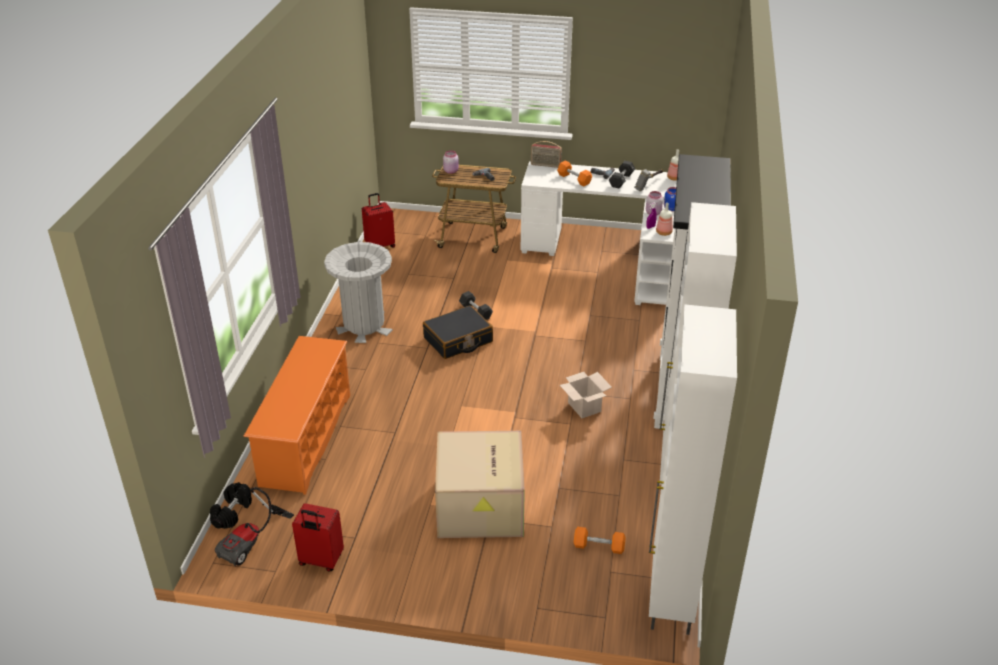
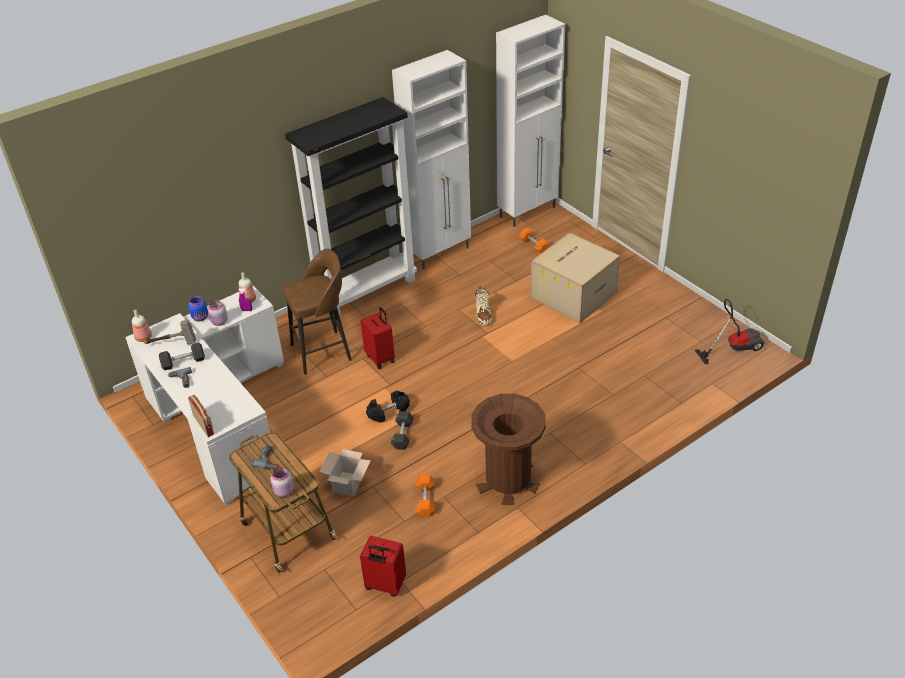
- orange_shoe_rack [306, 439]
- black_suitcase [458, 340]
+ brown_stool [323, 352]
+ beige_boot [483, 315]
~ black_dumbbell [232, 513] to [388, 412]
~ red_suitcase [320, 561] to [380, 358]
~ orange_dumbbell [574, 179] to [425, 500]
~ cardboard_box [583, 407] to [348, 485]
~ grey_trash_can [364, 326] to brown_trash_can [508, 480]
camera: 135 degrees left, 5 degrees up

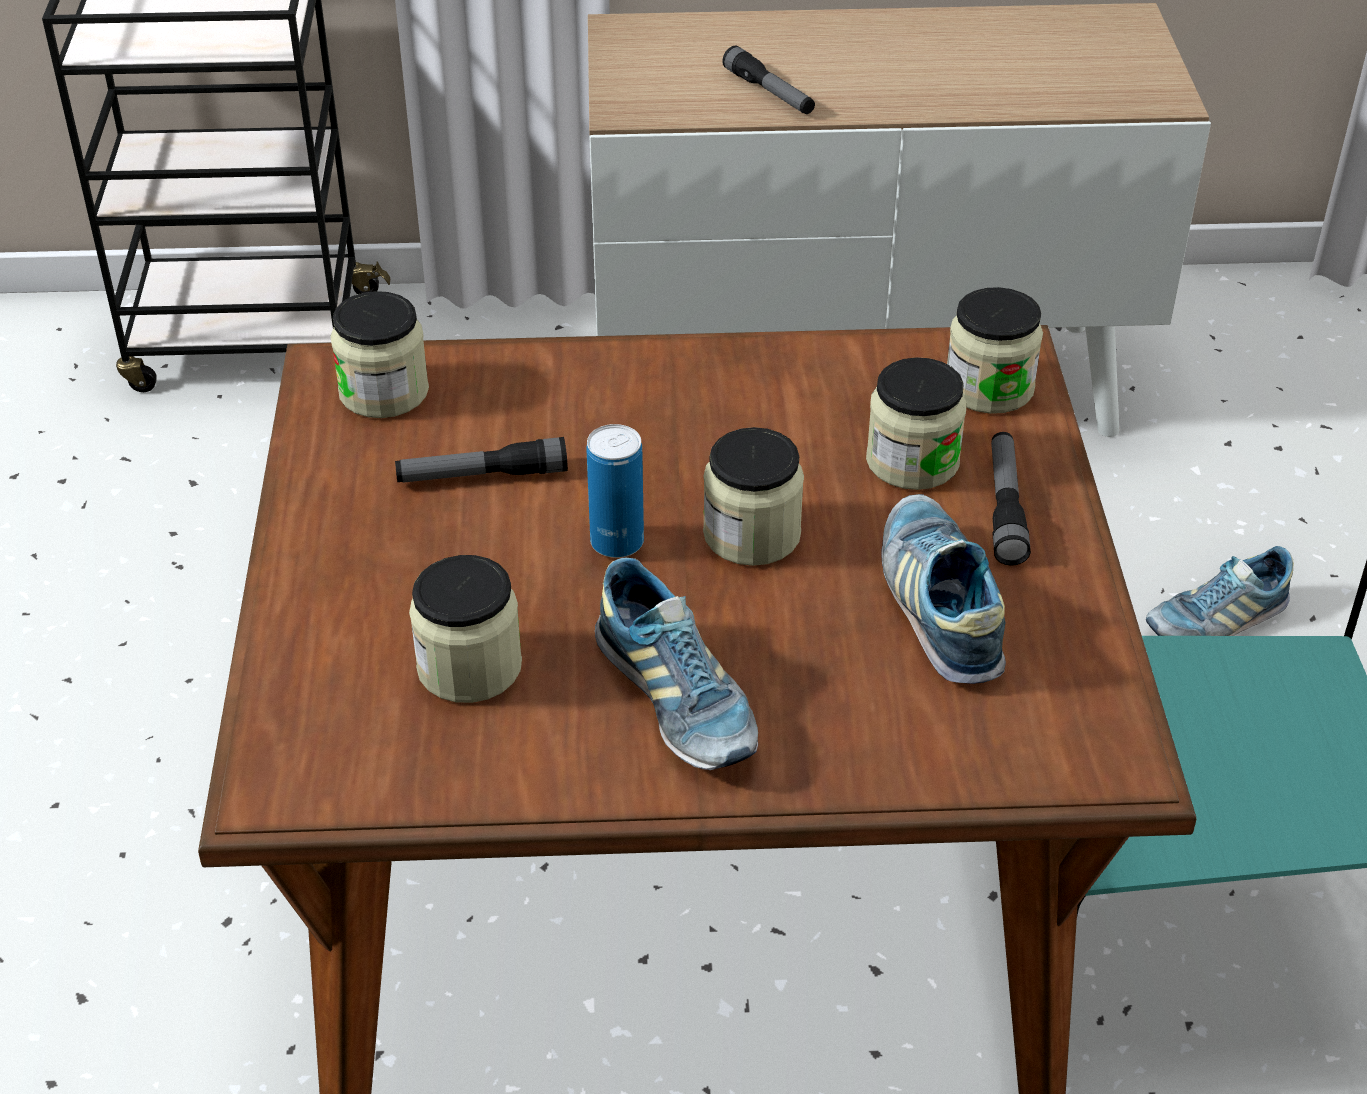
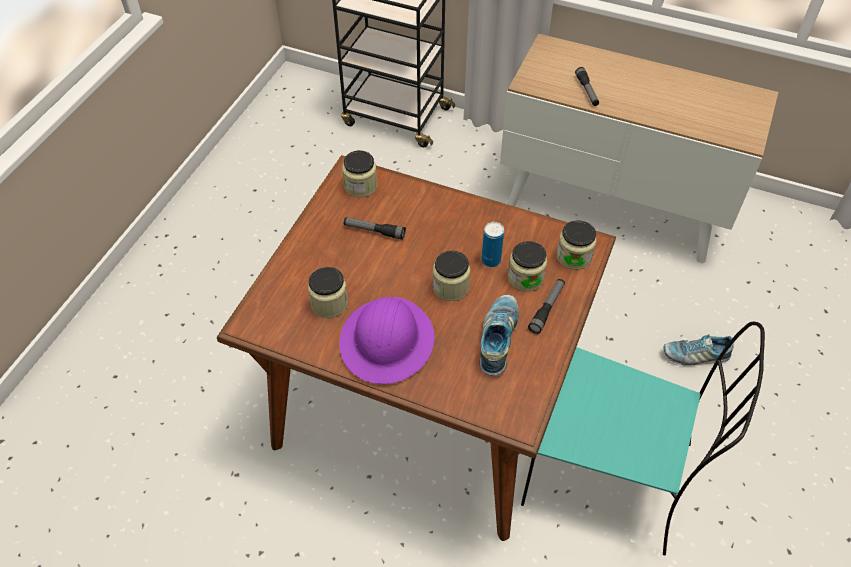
~ can [617, 542] to [491, 260]
~ shoe [676, 700] to purple_hard_hat [387, 341]
camera: 25 degrees right, 10 degrees up

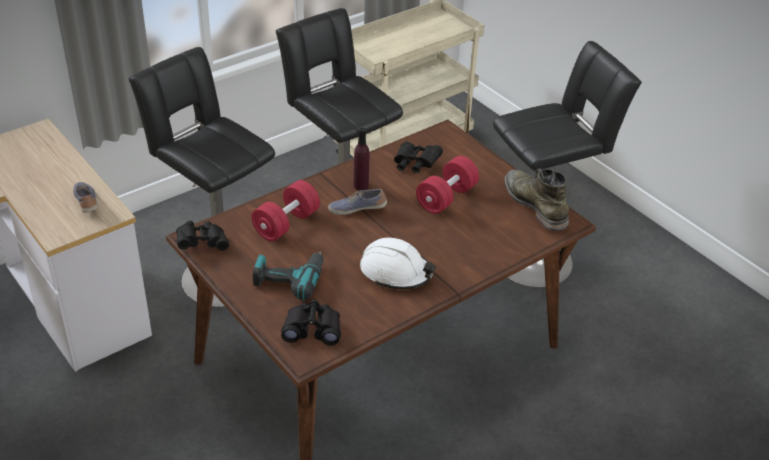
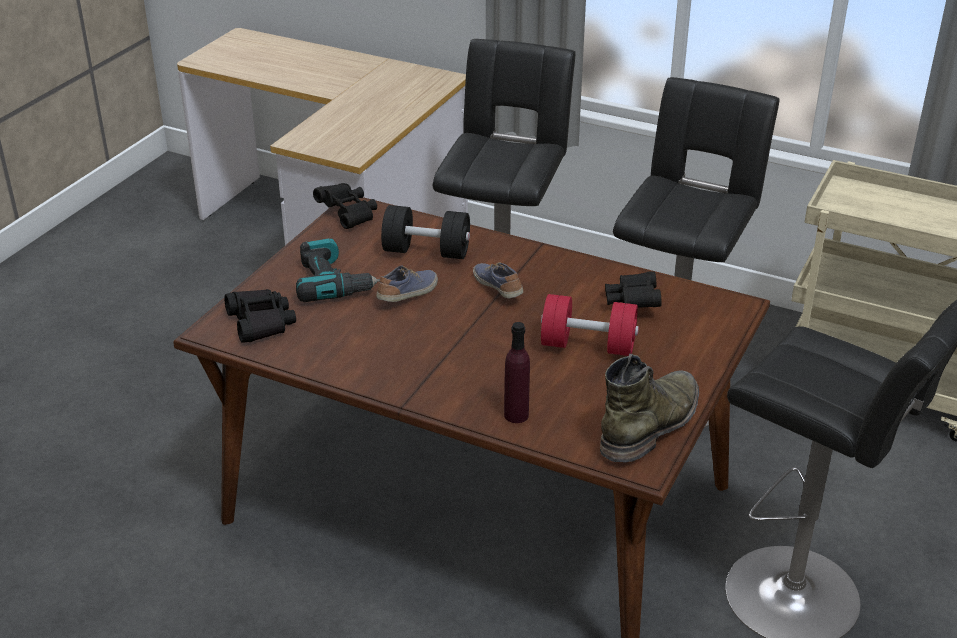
- white_hard_hat [396, 272]
~ shoe [87, 202] to [409, 294]
~ purple_bottle [361, 185] to [516, 415]
~ red_dumbbell [286, 224] to black_dumbbell [426, 251]
camera: 65 degrees right, 5 degrees down

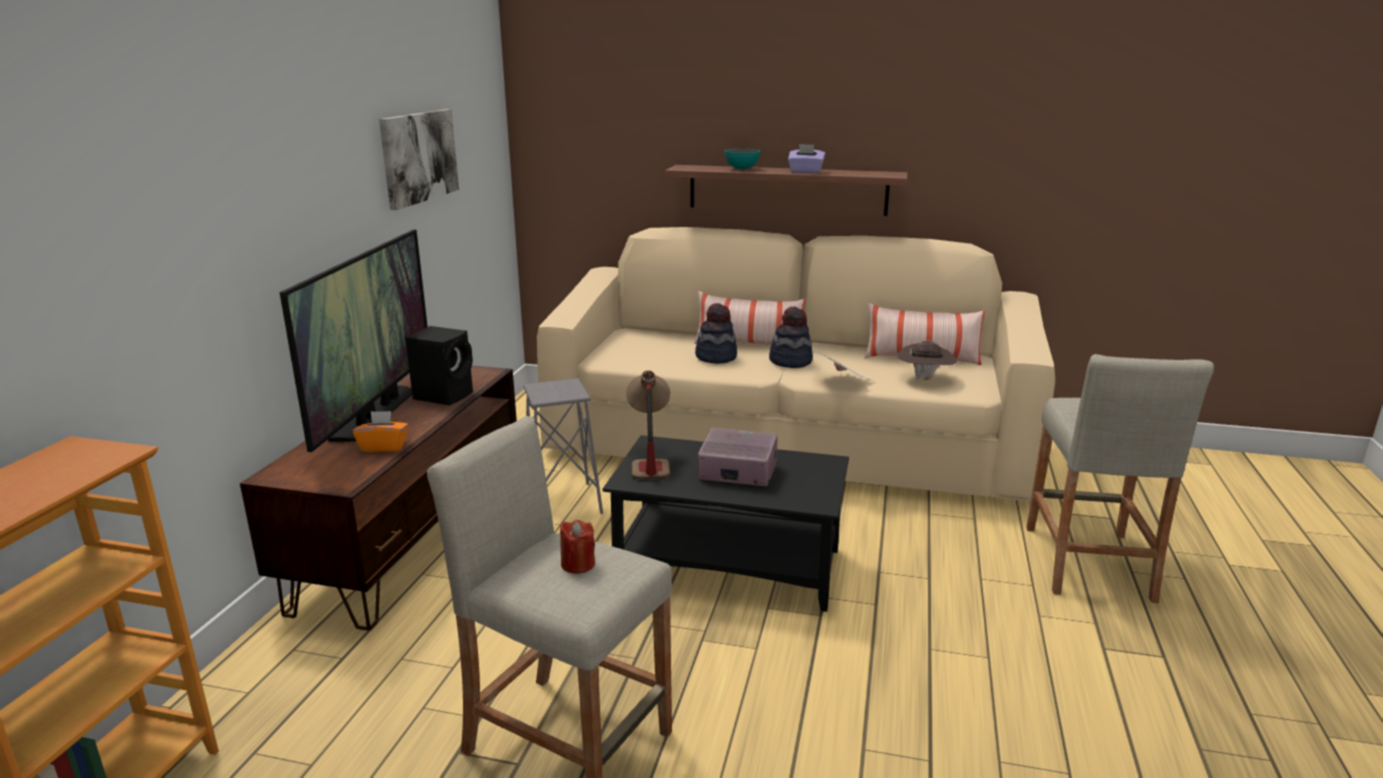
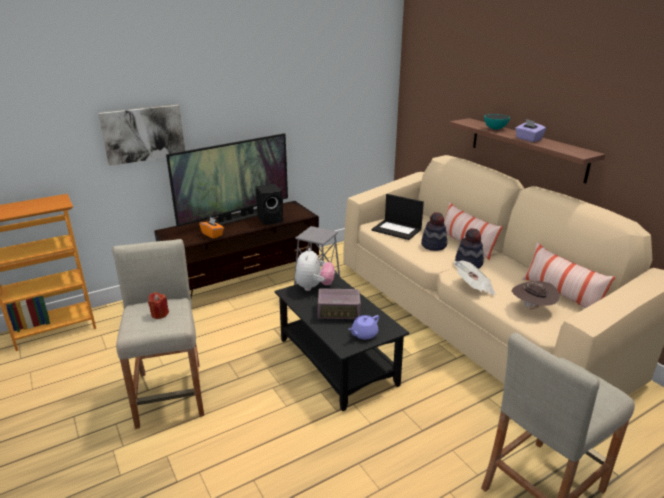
+ purple_teapot [364, 334]
+ laptop [397, 230]
~ picture [419, 157] to [143, 134]
~ table_lamp [649, 461] to plush_toy [314, 287]
~ radio [737, 472] = [339, 312] 120 degrees clockwise
camera: 45 degrees right, 5 degrees up

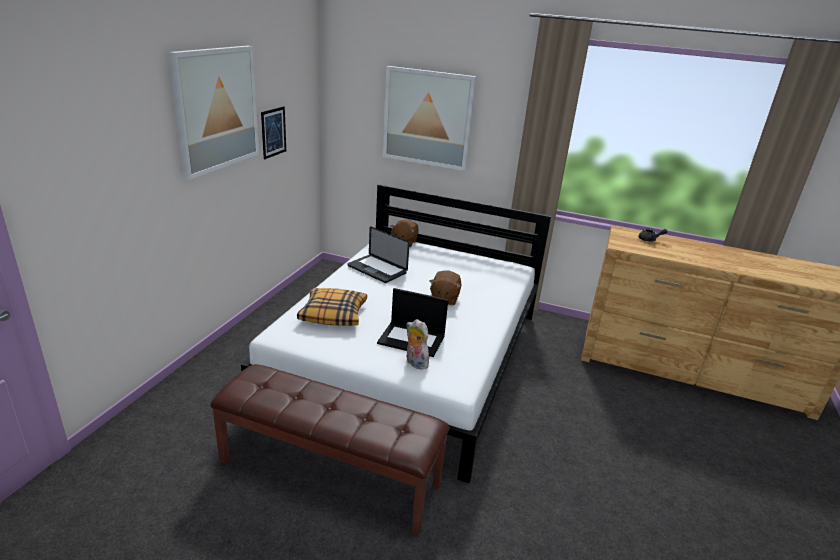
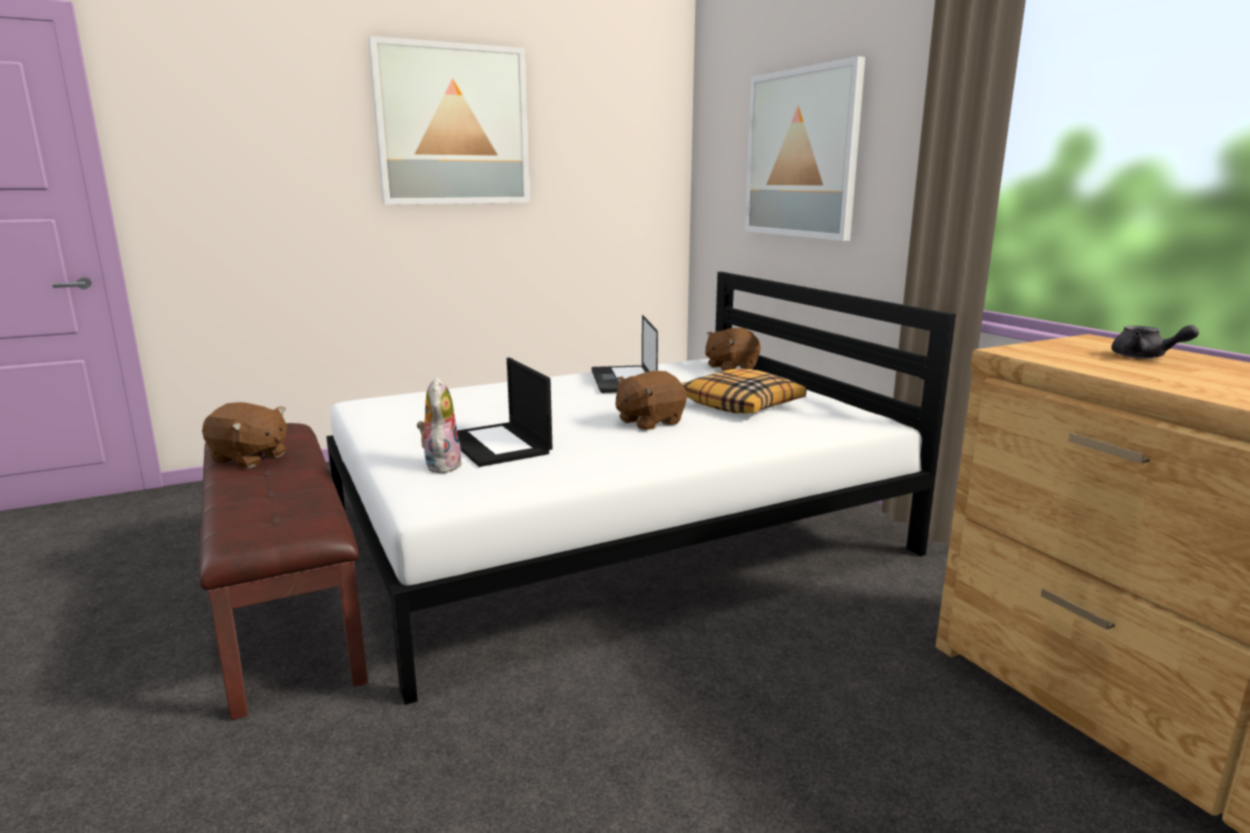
- picture [273, 132]
+ brown_plush_toy [249, 458]
~ pillow [333, 314] to [741, 405]
camera: 45 degrees right, 10 degrees down

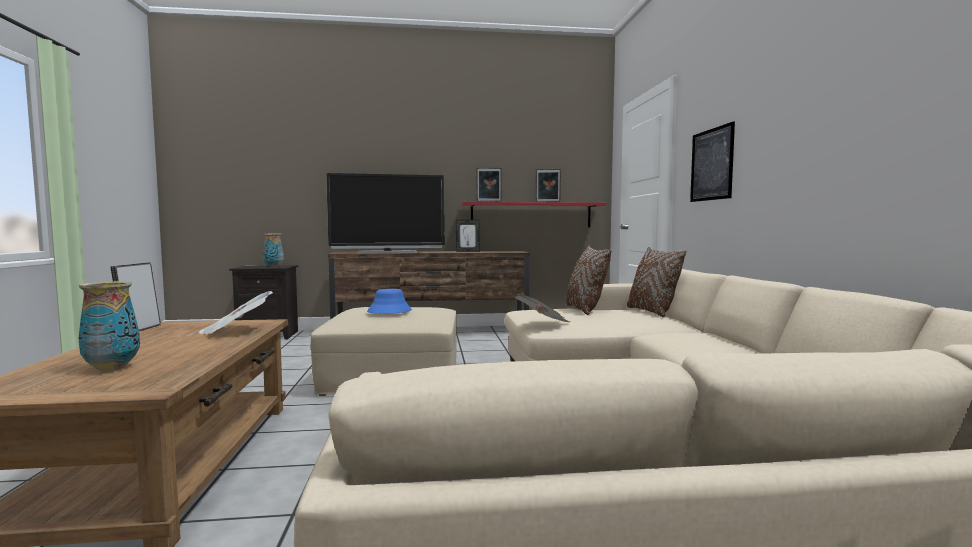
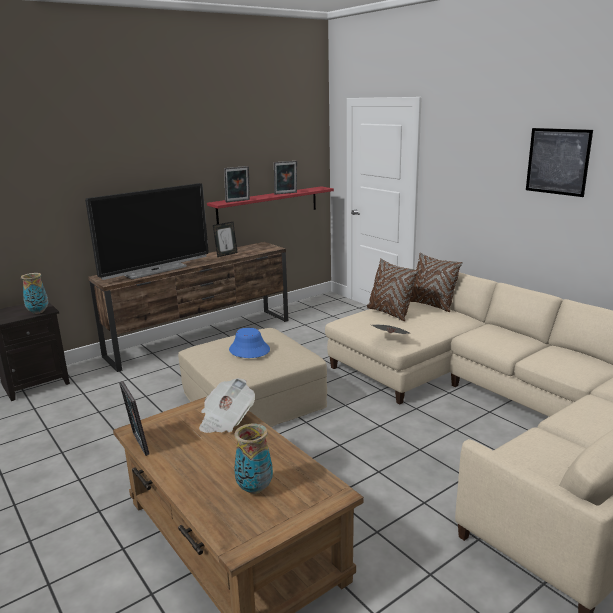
~ picture [711, 164] to [557, 161]
camera: 30 degrees left, 15 degrees up

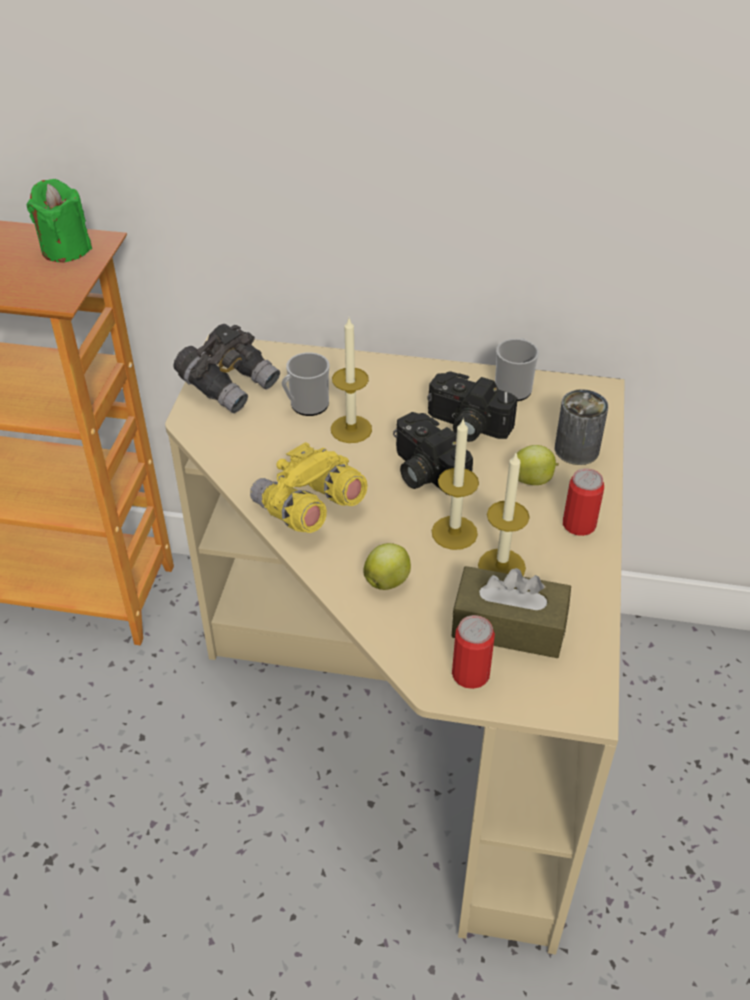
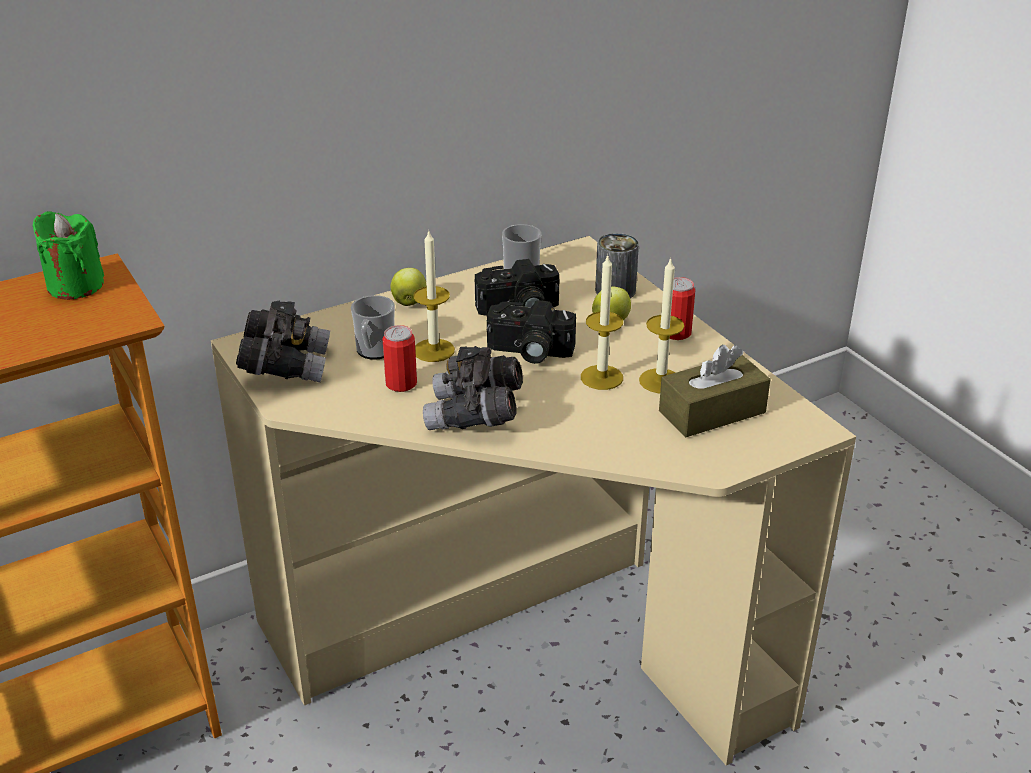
~ apple [387, 581] to [409, 302]
~ can [470, 674] to [401, 383]
~ yellow_binoculars [308, 509] to grey_binoculars [474, 415]
camera: 40 degrees left, 10 degrees down

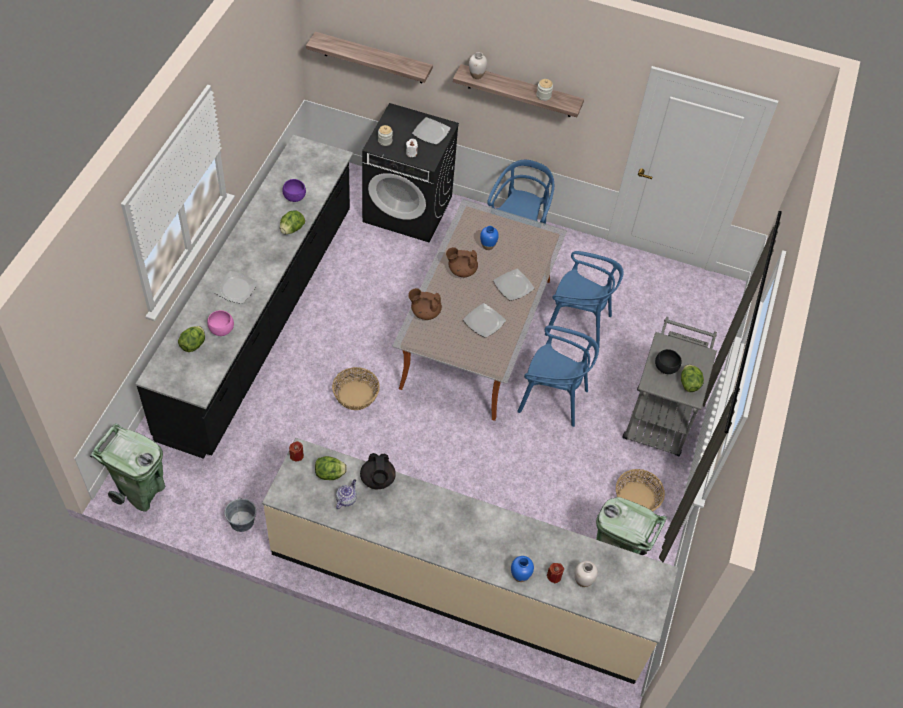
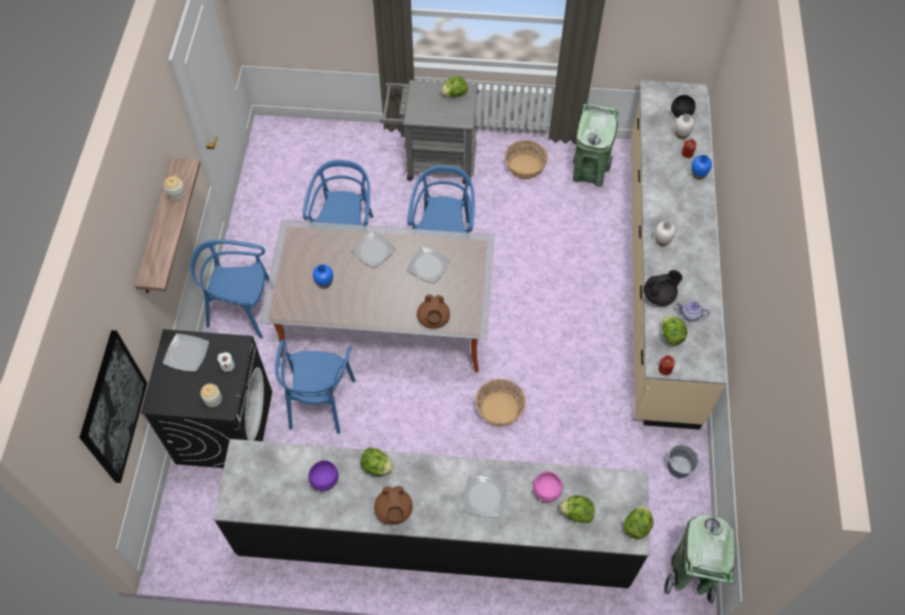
+ blue_chair [319, 402]
+ lettuce [637, 526]
~ brown_teapot [461, 270] to [394, 511]
~ white_vase [476, 75] to [662, 241]
~ black_bowl [666, 368] to [680, 114]
~ shelf [373, 58] to picture [113, 408]
camera: 100 degrees left, 5 degrees up

